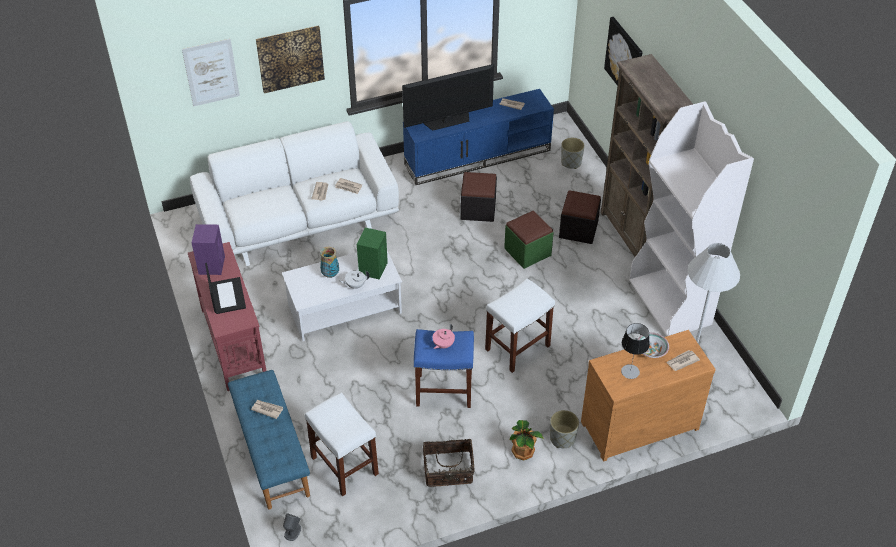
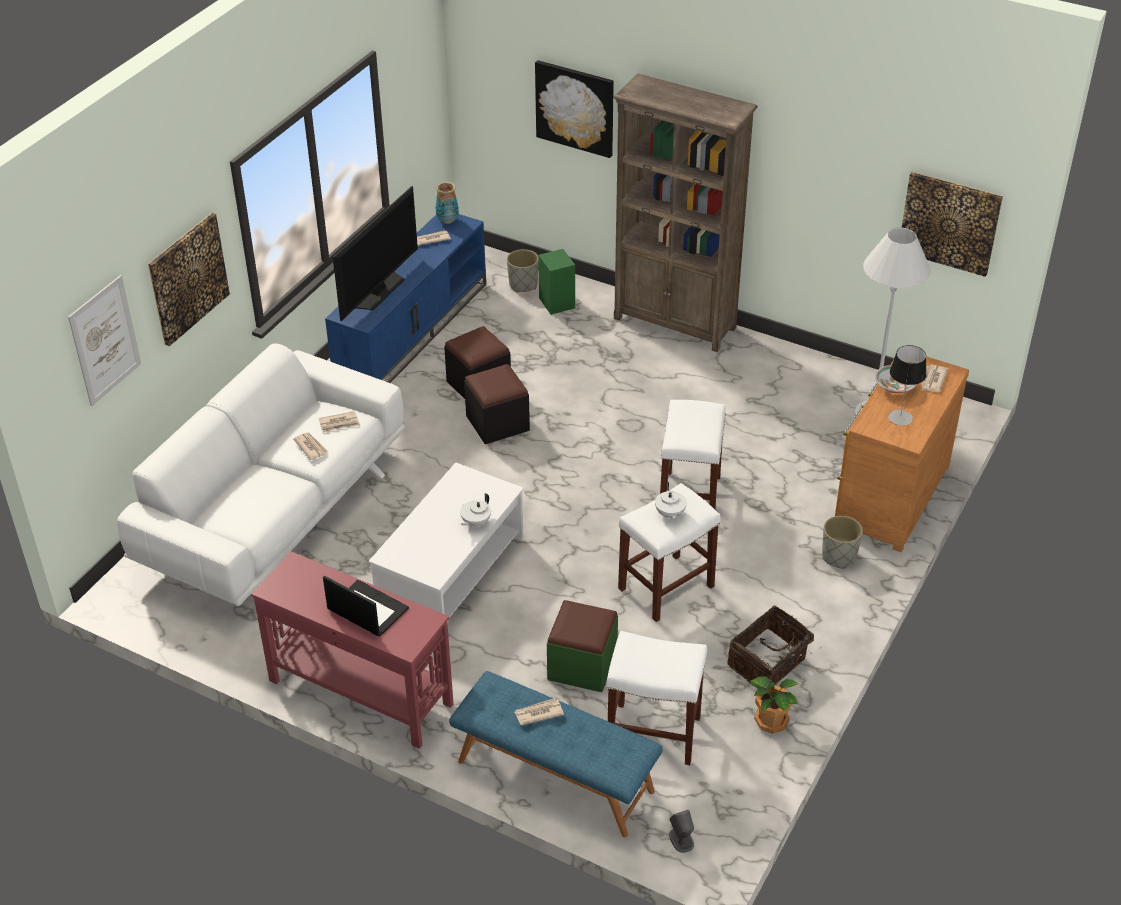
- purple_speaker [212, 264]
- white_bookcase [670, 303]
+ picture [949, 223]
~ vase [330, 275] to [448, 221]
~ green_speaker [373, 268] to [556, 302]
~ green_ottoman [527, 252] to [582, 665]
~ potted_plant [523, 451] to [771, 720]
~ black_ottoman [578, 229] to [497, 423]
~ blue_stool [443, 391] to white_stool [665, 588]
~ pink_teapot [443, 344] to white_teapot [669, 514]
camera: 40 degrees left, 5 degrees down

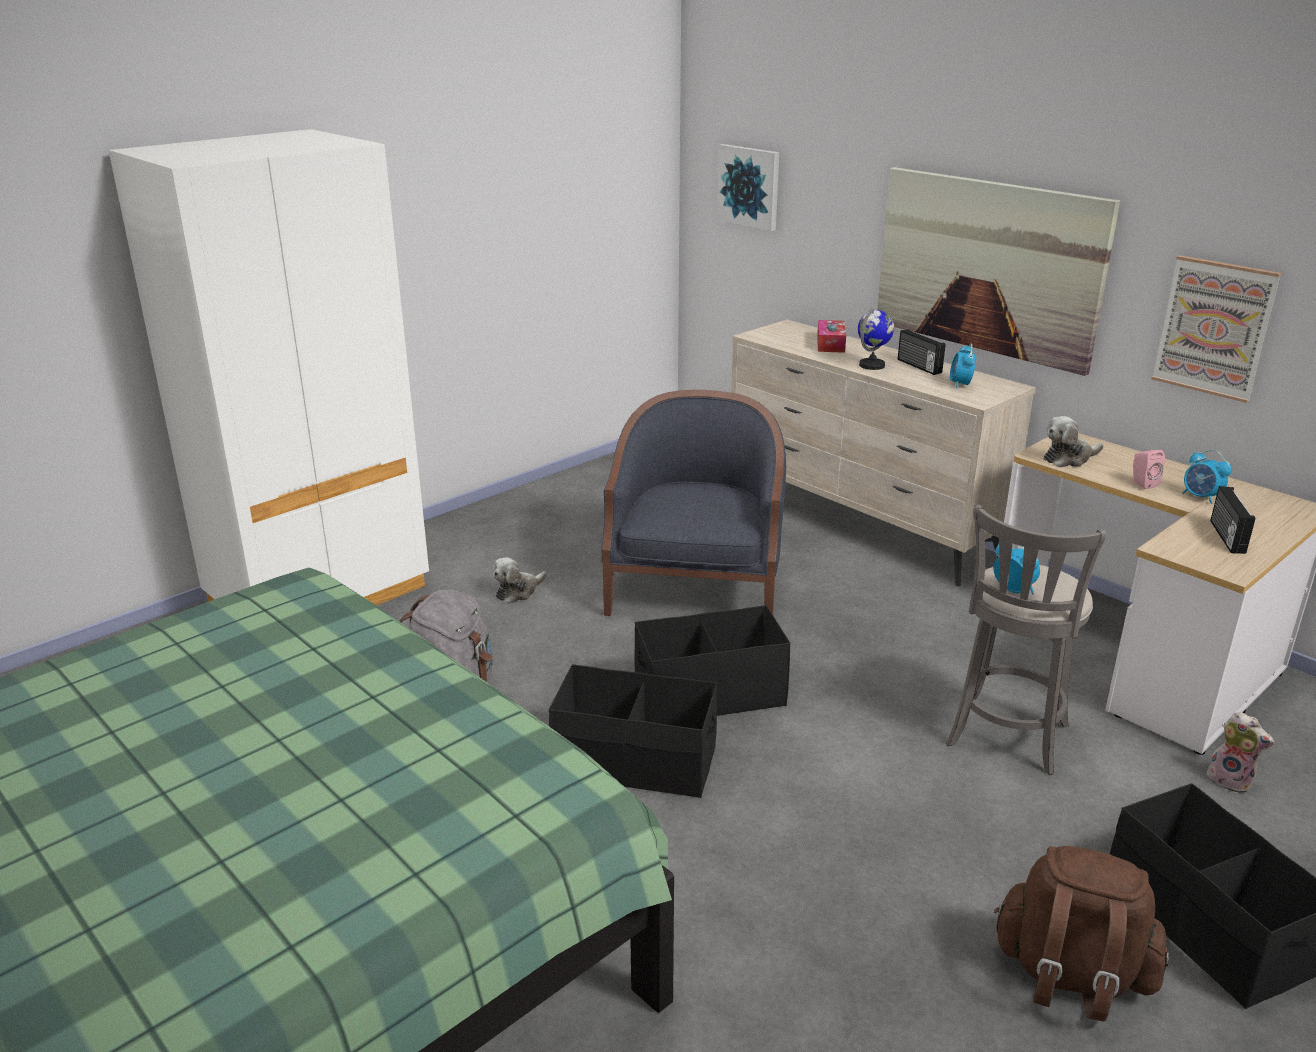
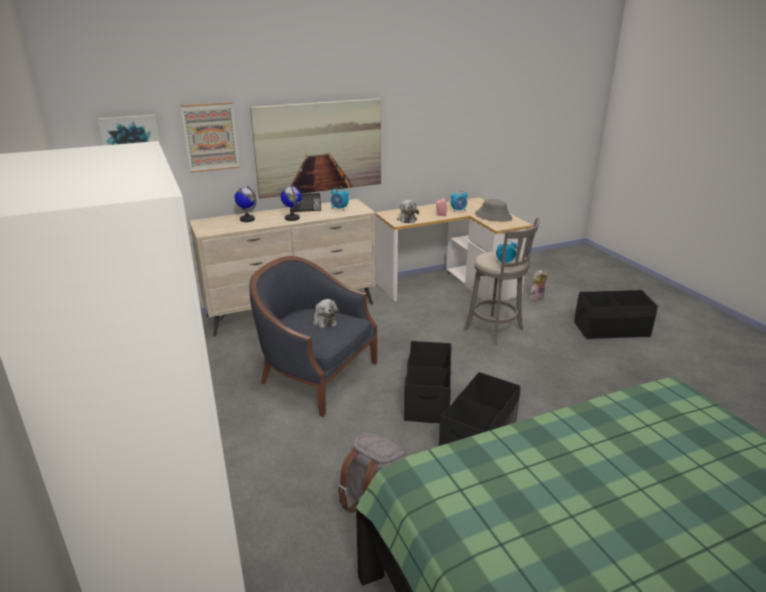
- brown_backpack [1071, 976]
~ plush_toy [518, 592] to [324, 321]
~ picture [1214, 328] to [210, 137]
~ tissue_box [830, 344] to globe [247, 219]
~ radio [1225, 537] to grey_hat [493, 216]
camera: 70 degrees left, 0 degrees up

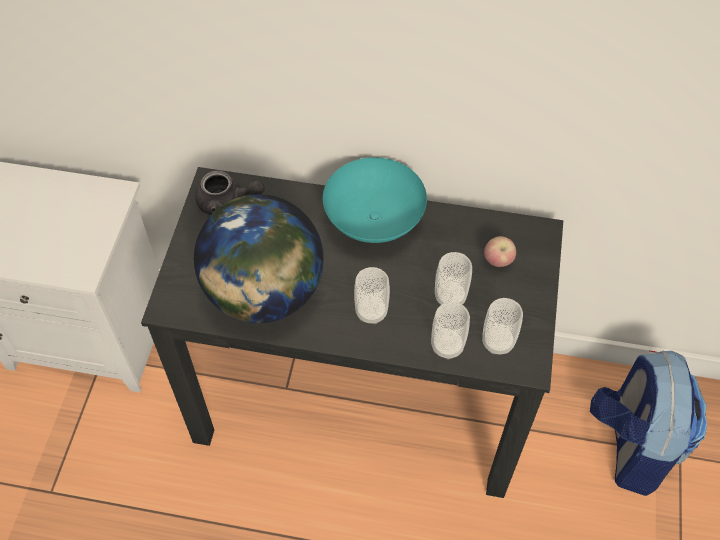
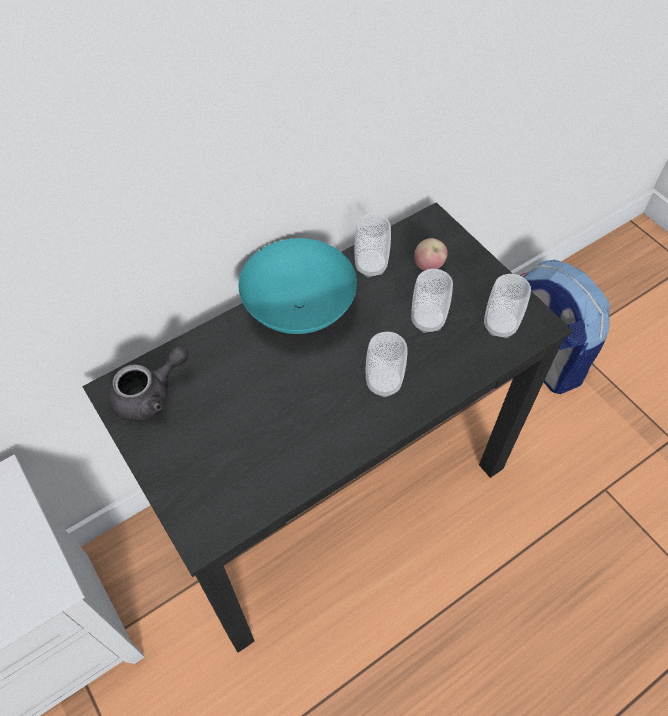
- globe [264, 293]
~ cup [447, 346] to [371, 266]
camera: 45 degrees left, 0 degrees up

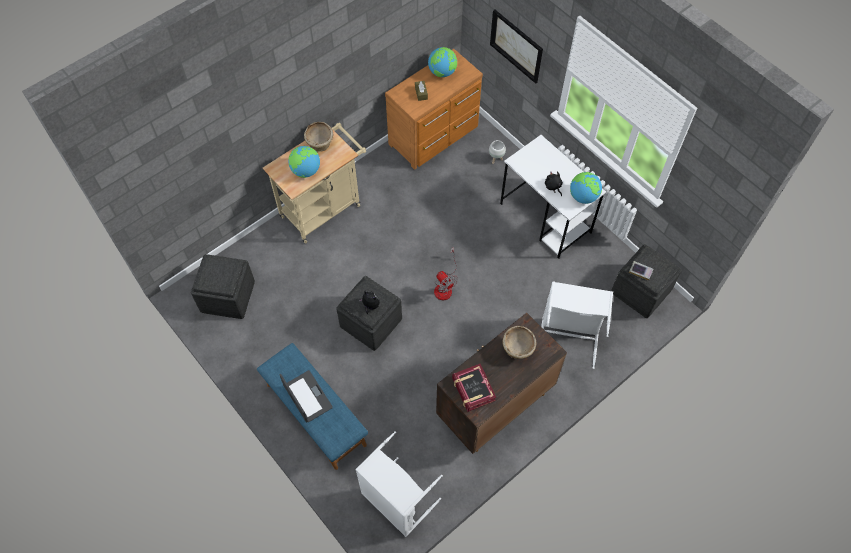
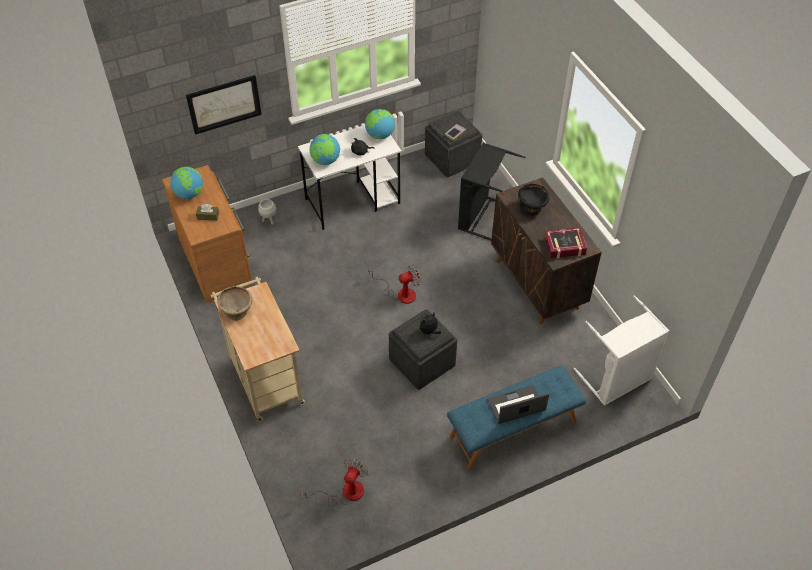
~ globe [305, 171] to [325, 161]
~ grey_ottoman [227, 296] to fan [345, 493]
~ beige_bowl [517, 349] to black_bowl [532, 207]
~ white_laundry_basket [569, 336] to black_laundry_basket [482, 216]
camera: 75 degrees left, 10 degrees down

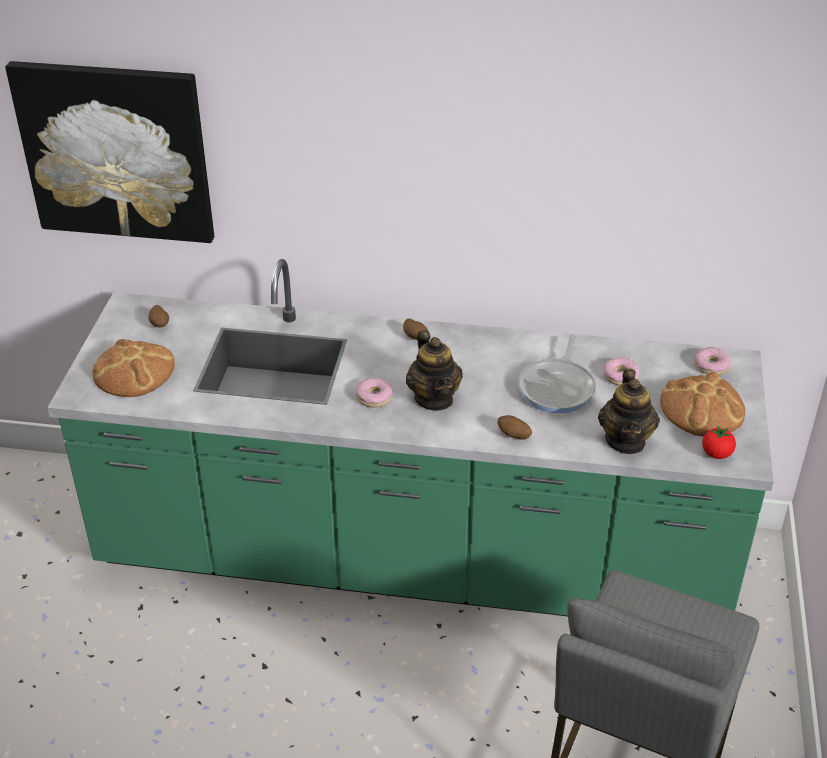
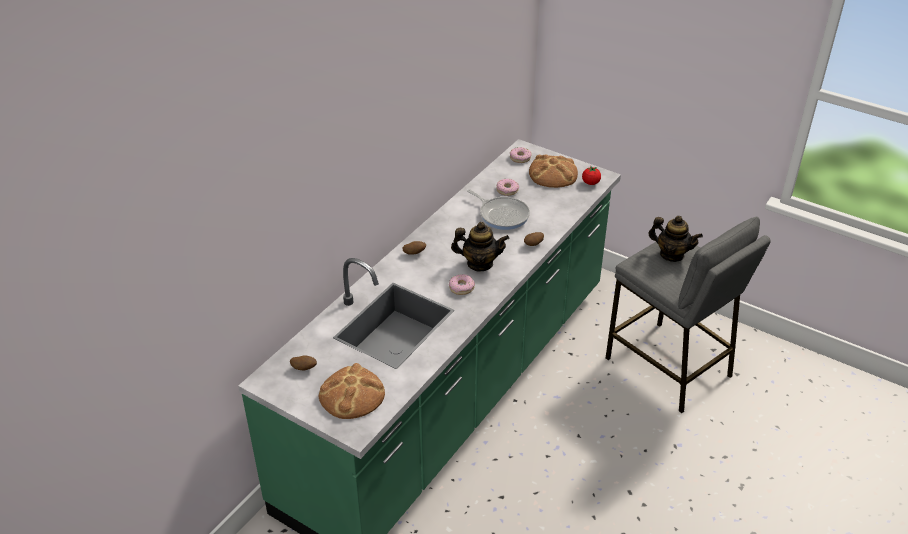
- picture [116, 151]
~ teapot [626, 440] to [671, 254]
camera: 65 degrees left, 0 degrees up

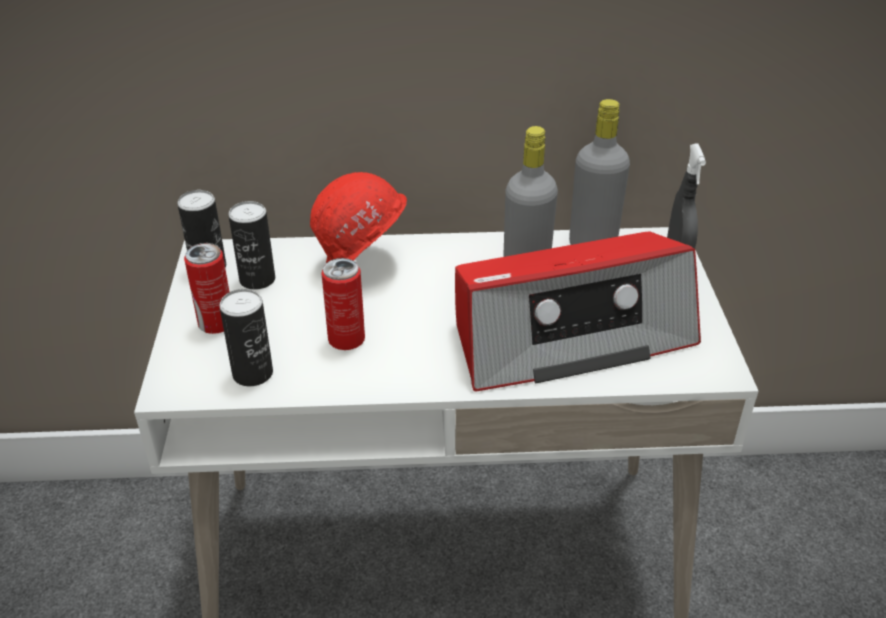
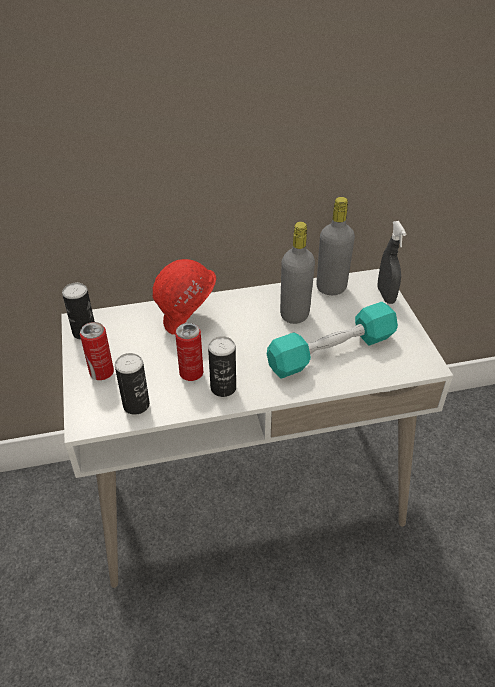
~ can [257, 279] to [223, 388]
~ radio [569, 334] to turquoise_dumbbell [331, 352]
camera: 10 degrees left, 5 degrees up

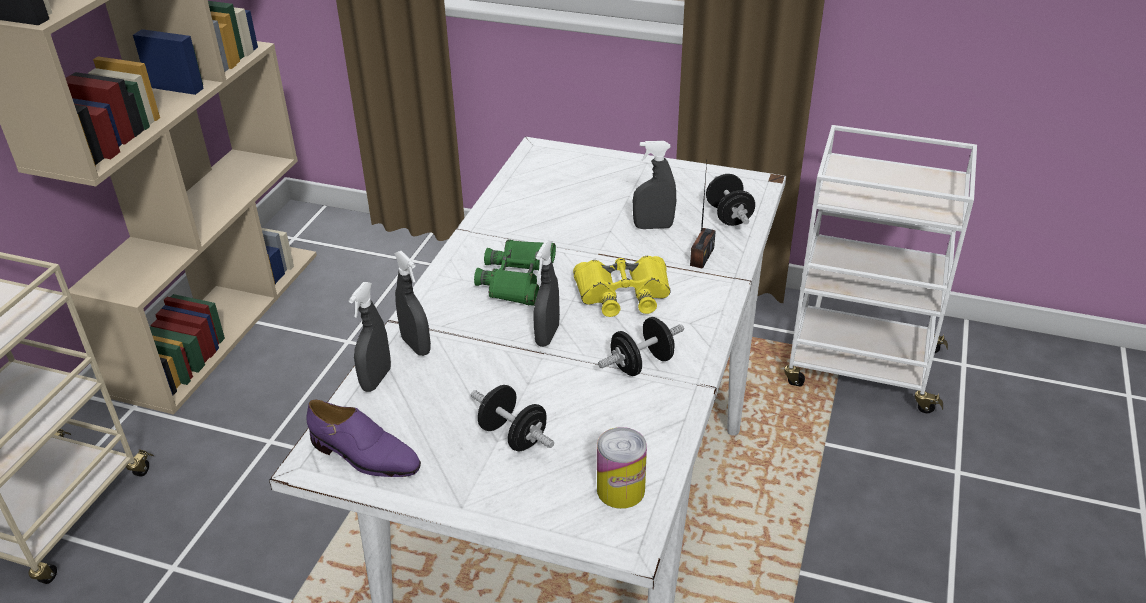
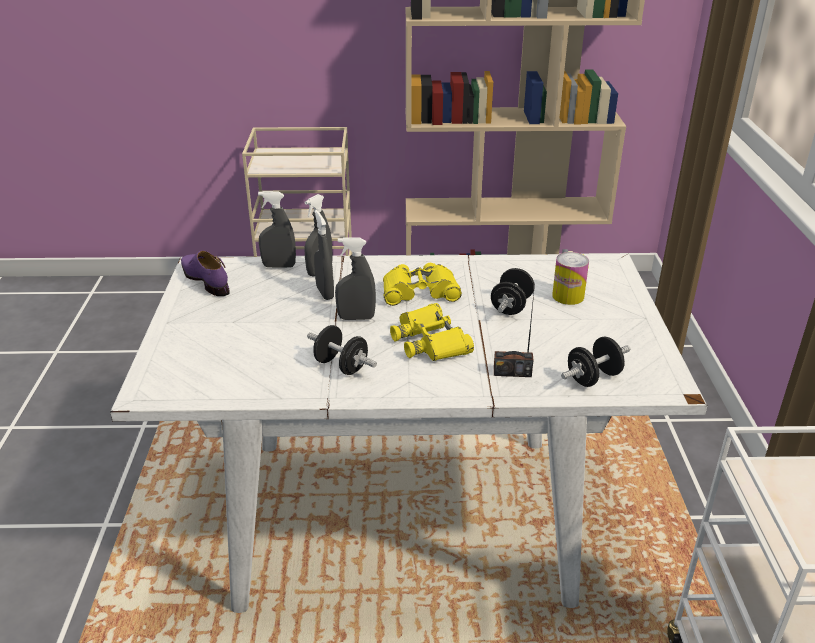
~ black_dumbbell [513, 436] to [511, 306]
~ can [620, 490] to [568, 296]
~ grey_spray_bottle [653, 226] to [325, 293]
~ green_binoculars [517, 279] to yellow_binoculars [419, 291]
~ purple_shoe [364, 456] = [206, 280] 135 degrees clockwise
camera: 70 degrees right, 5 degrees down

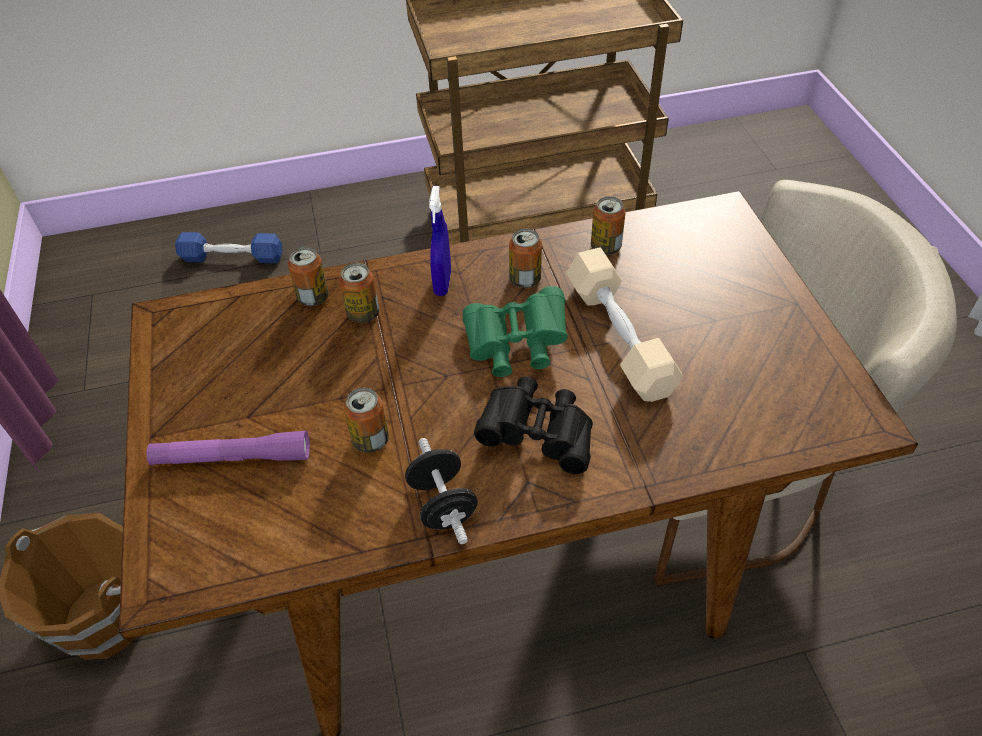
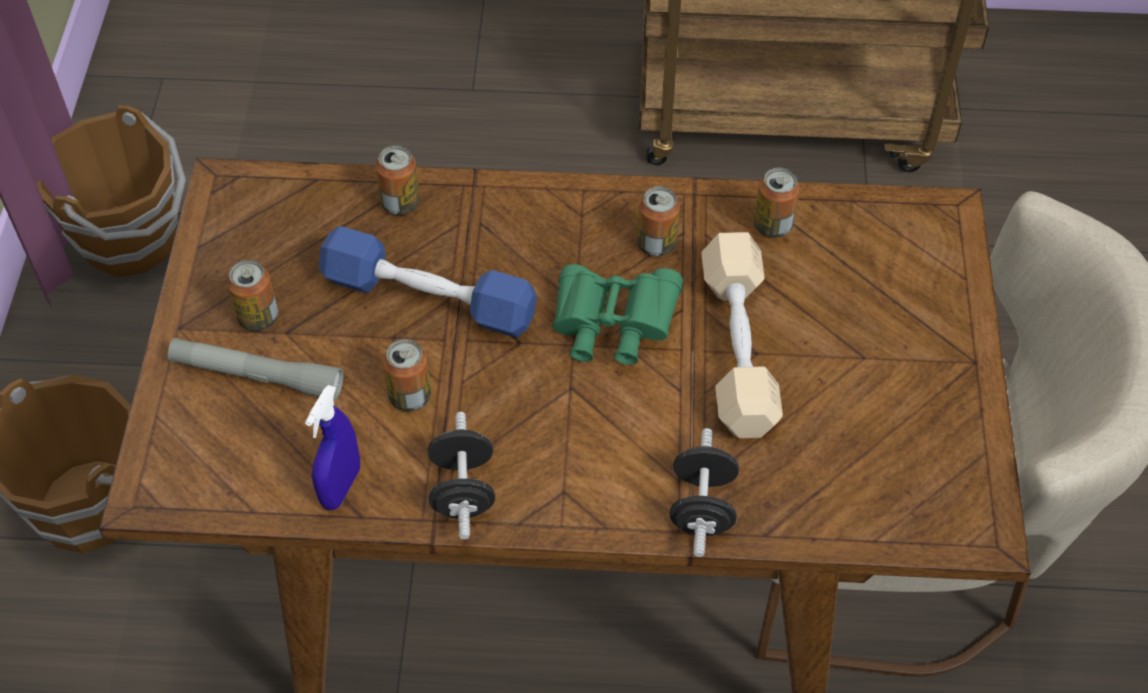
- black_binoculars [538, 435]
+ brown_bucket [132, 239]
+ black_dumbbell [702, 507]
~ blue_dumbbell [232, 257] to [429, 298]
~ can [363, 314] to [258, 317]
~ blue_spray_bottle [442, 283] to [341, 487]
~ purple_flashlight [232, 458] to grey_flashlight [257, 376]
camera: 15 degrees right, 5 degrees up

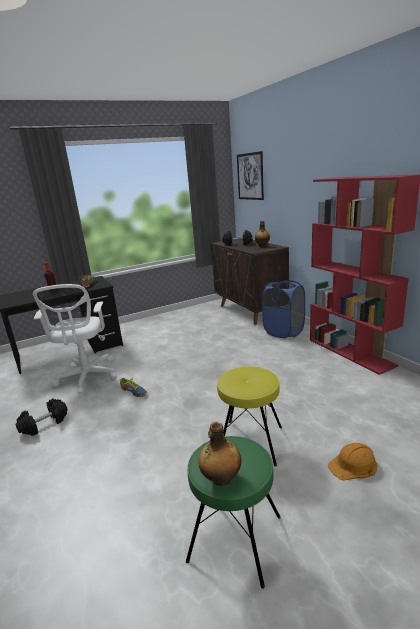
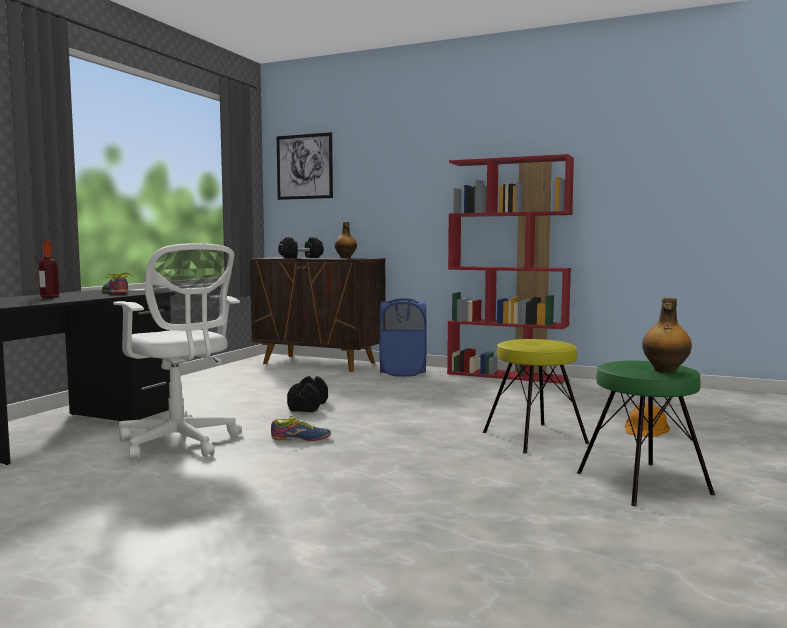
~ black_dumbbell [44, 424] to [308, 406]
camera: 40 degrees left, 15 degrees down

